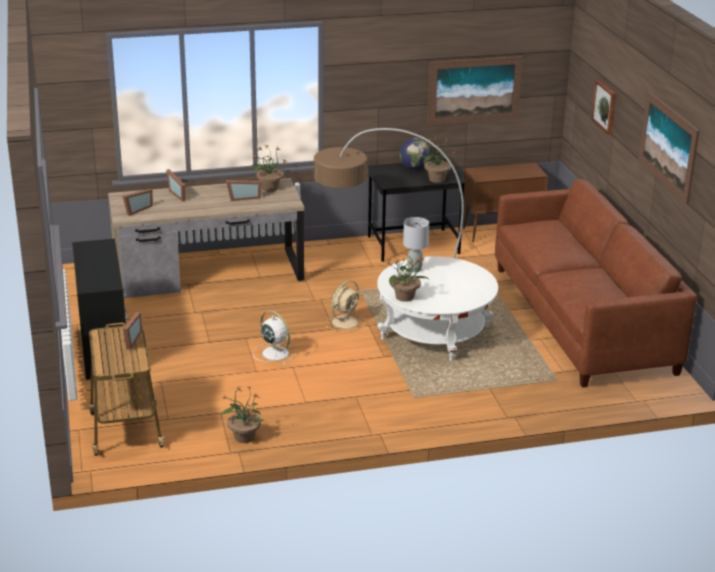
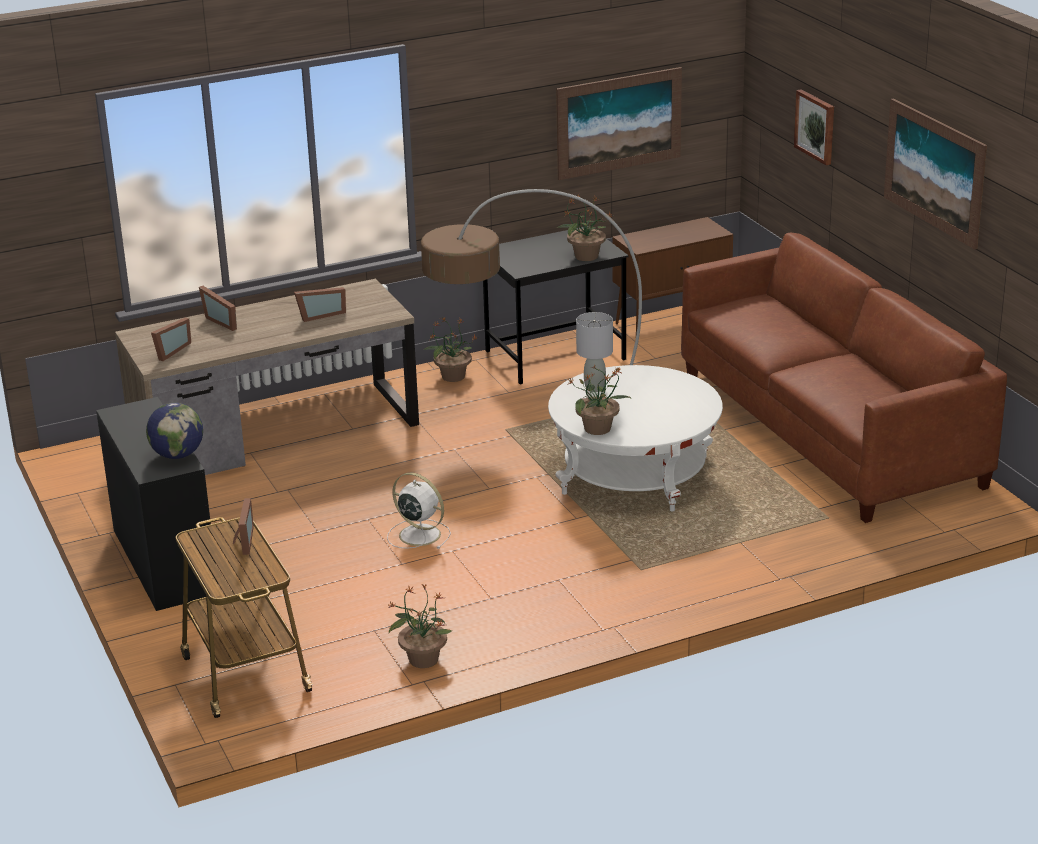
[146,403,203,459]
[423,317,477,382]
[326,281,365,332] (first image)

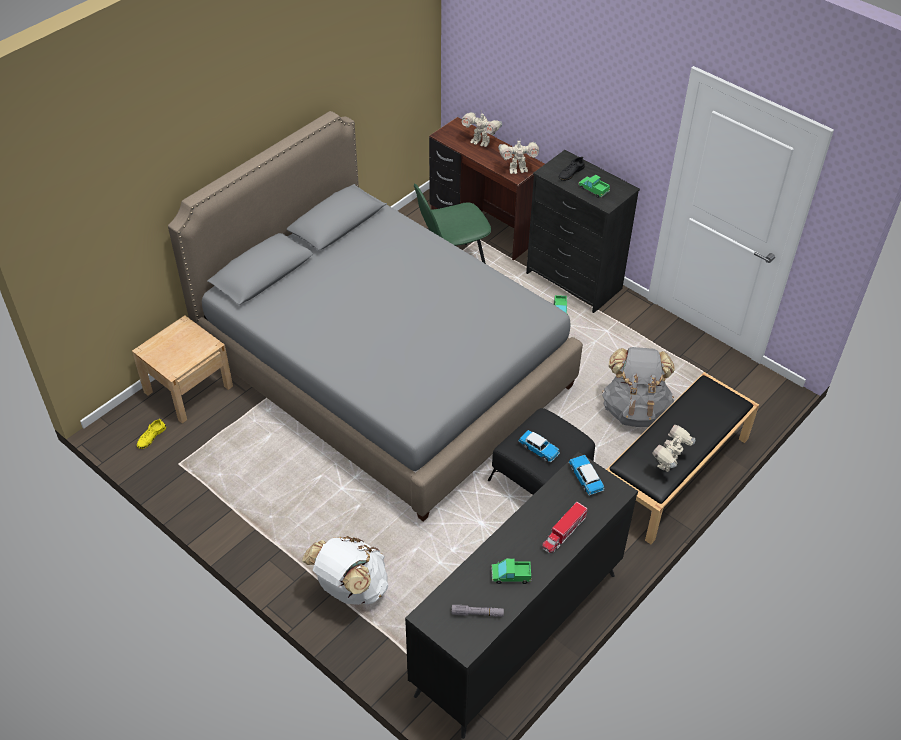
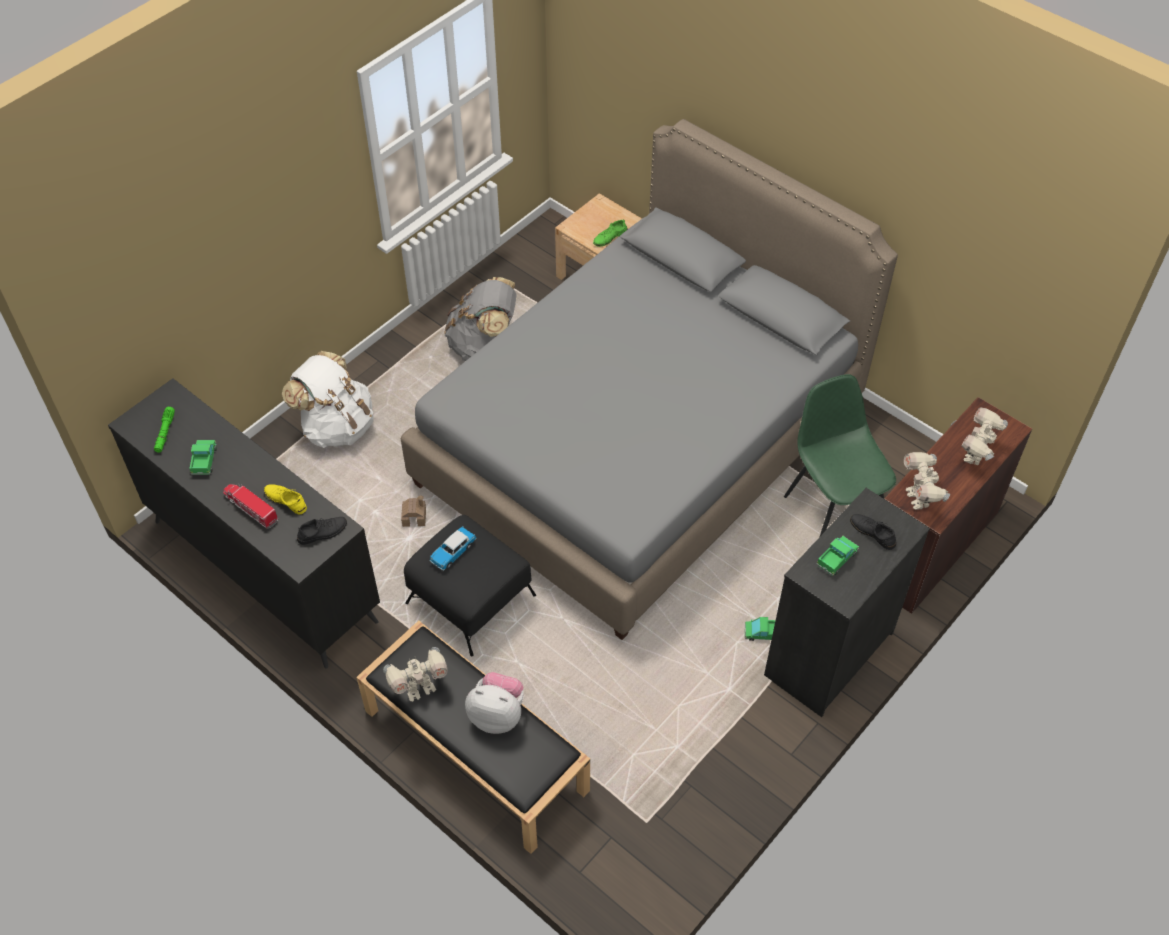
[444,277,517,361]
[264,484,307,514]
[383,647,448,702]
[297,517,347,545]
[154,407,175,453]
[593,219,628,247]
[401,495,426,527]
[465,672,524,734]

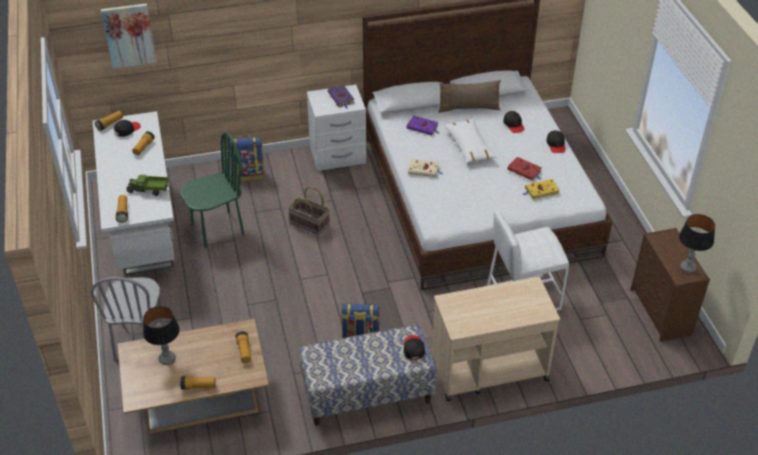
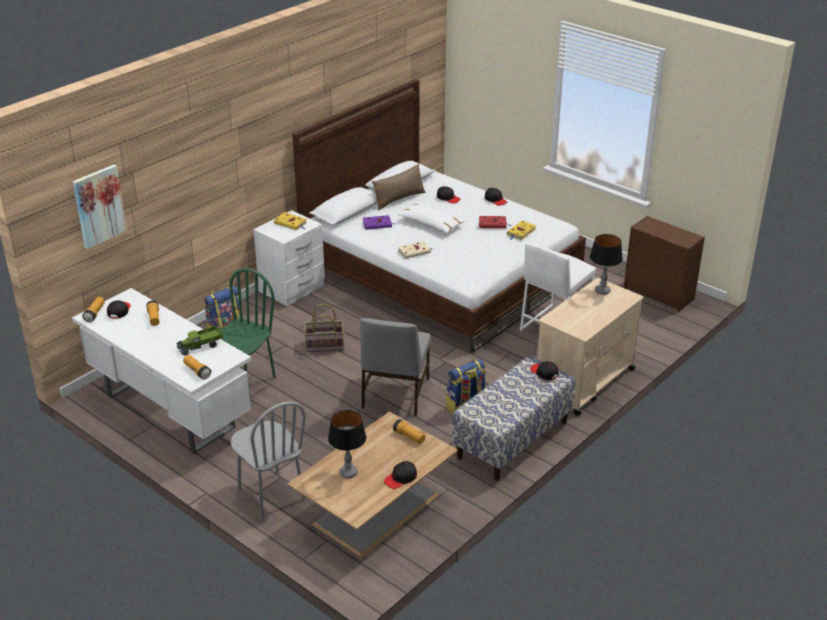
[274,212,307,230]
[590,234,623,295]
[384,461,417,489]
[360,318,431,416]

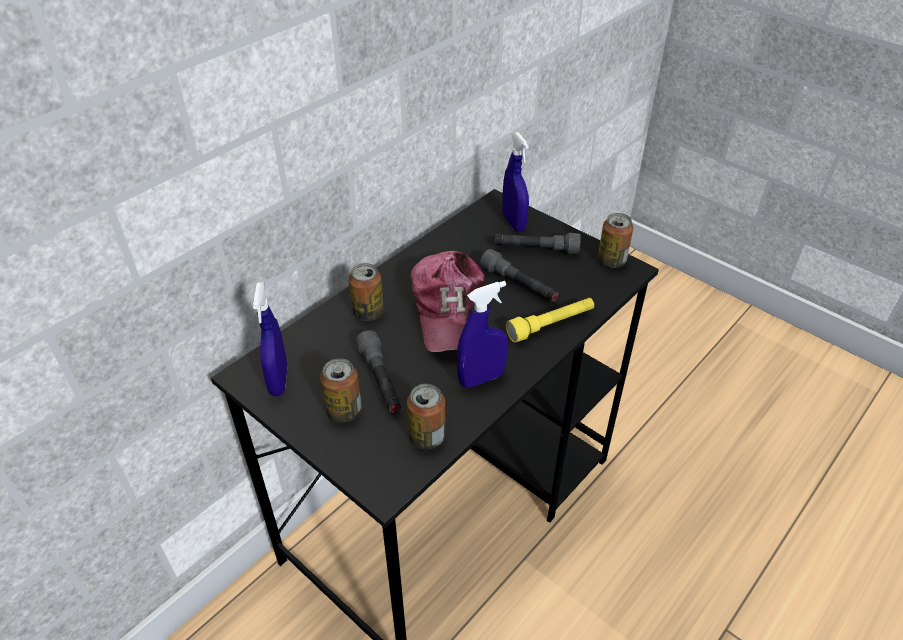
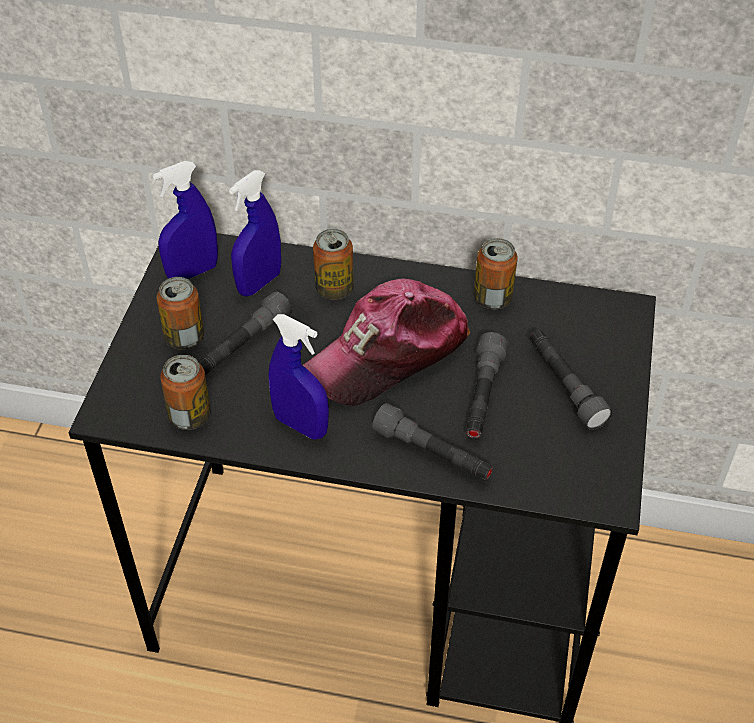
[229,170,281,296]
[474,238,518,309]
[372,403,494,480]

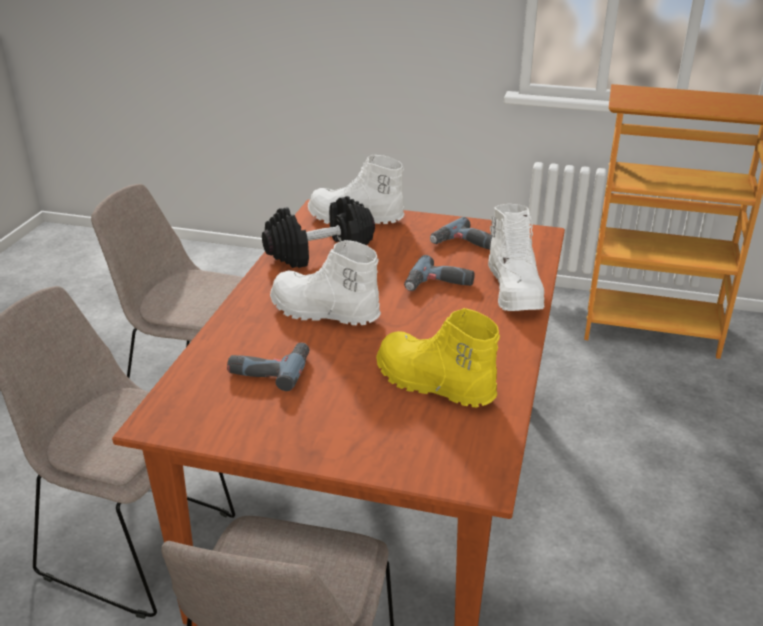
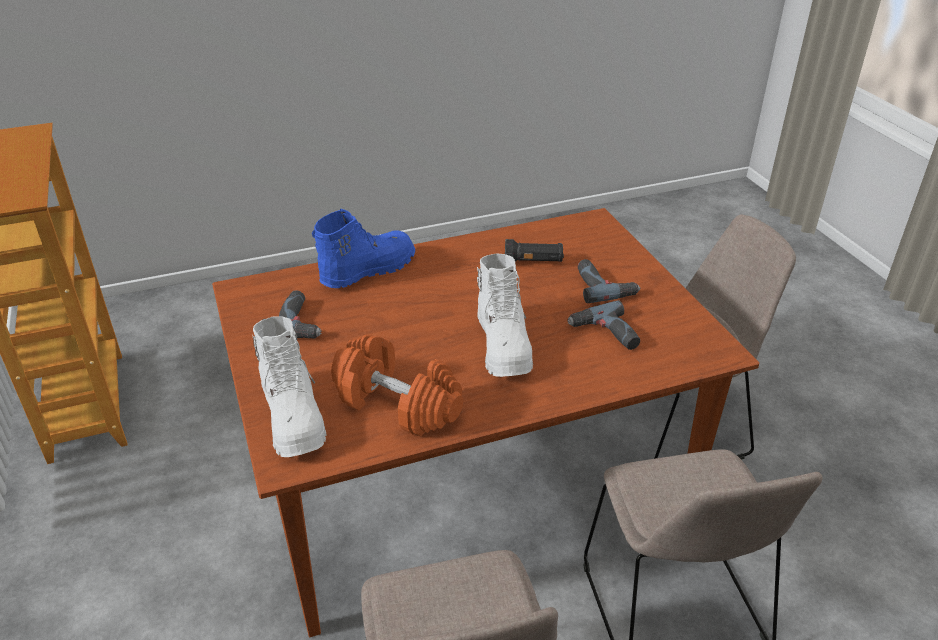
[331,335,463,436]
[312,209,415,288]
[578,259,640,303]
[505,239,564,262]

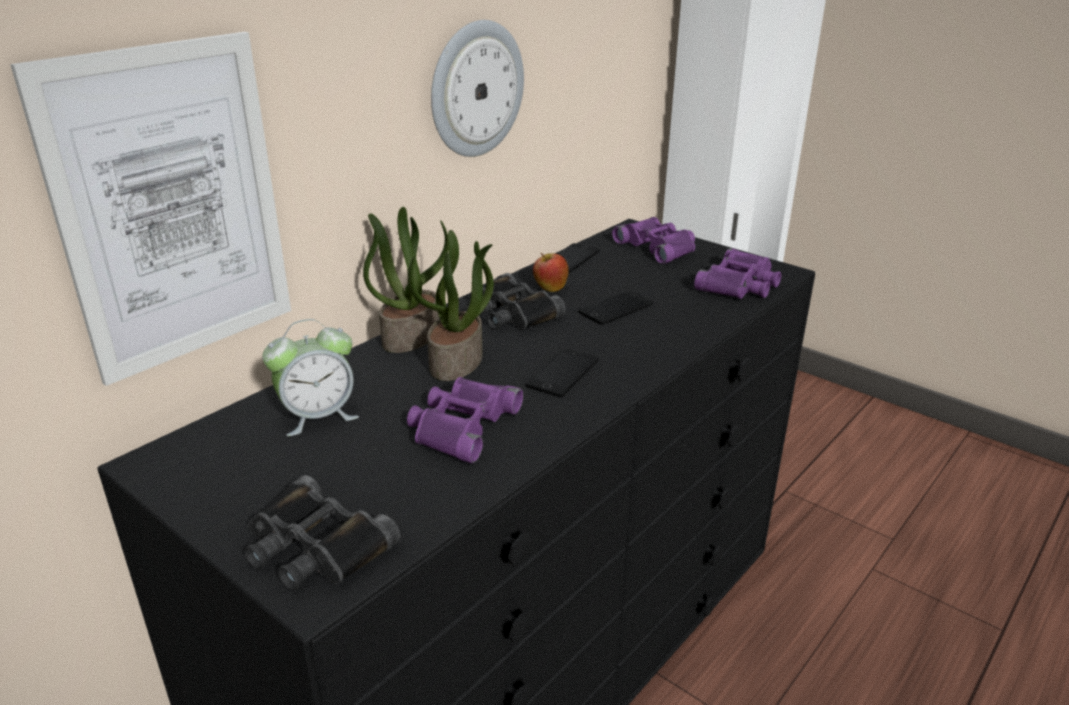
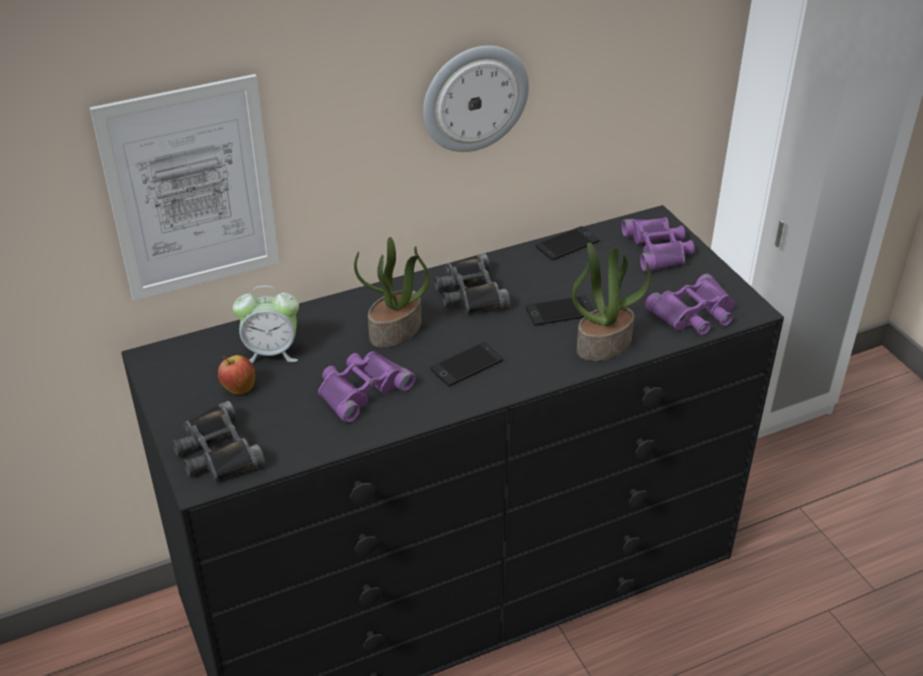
[572,243,651,361]
[218,355,255,394]

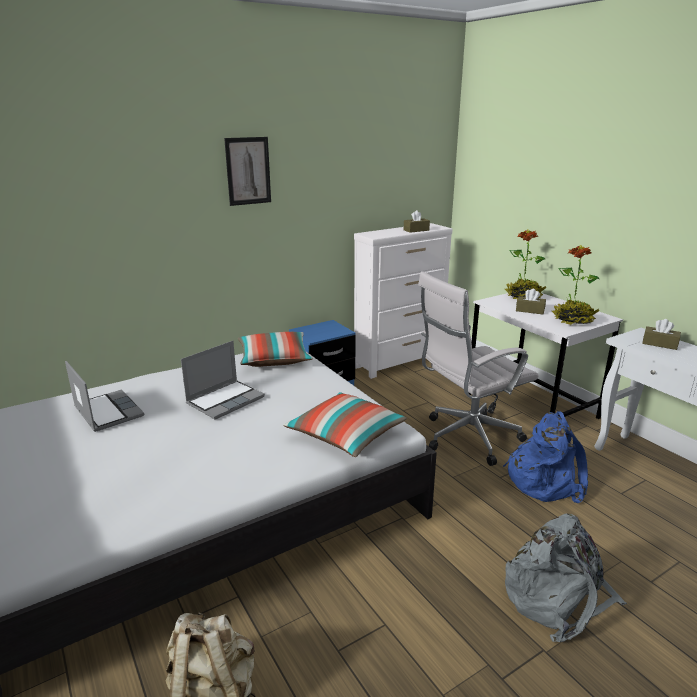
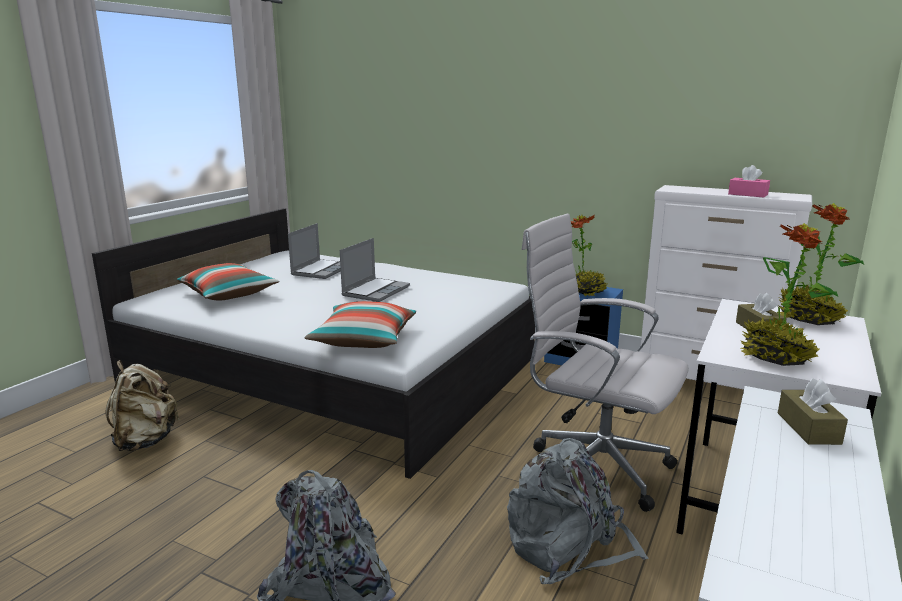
[224,137,271,206] (first image)
[728,165,770,197]
[176,263,279,300]
[340,238,410,302]
[507,438,649,584]
[571,214,608,296]

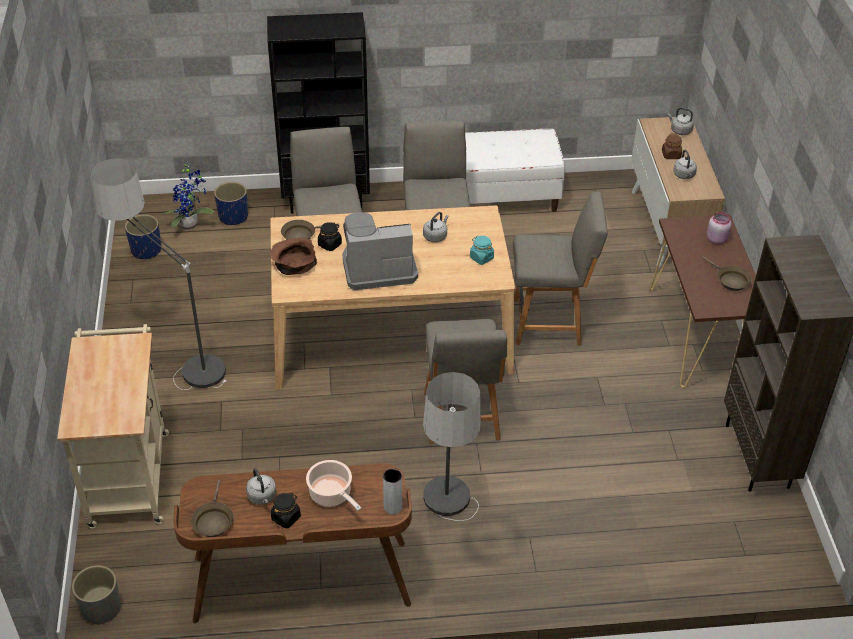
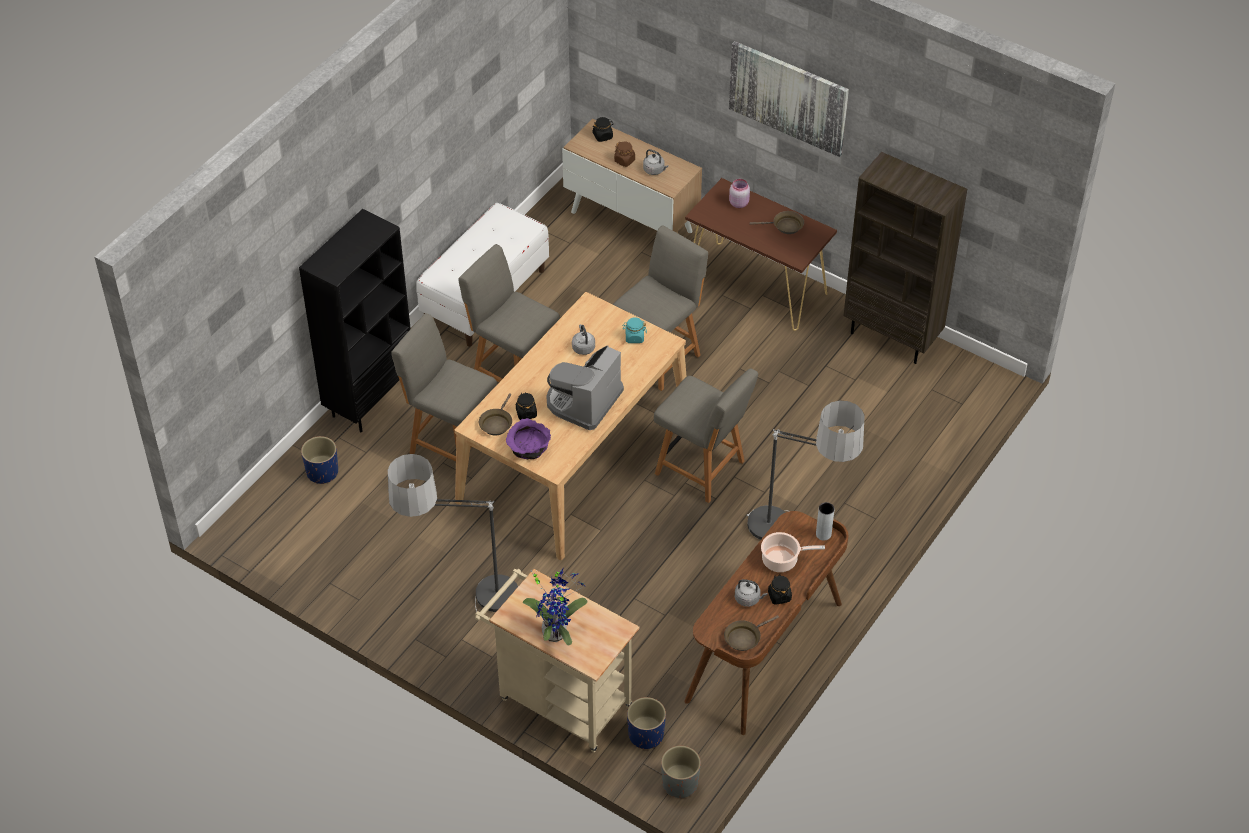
[592,117,614,142]
[523,568,587,645]
[627,697,666,749]
[506,418,551,459]
[724,615,779,651]
[729,41,849,157]

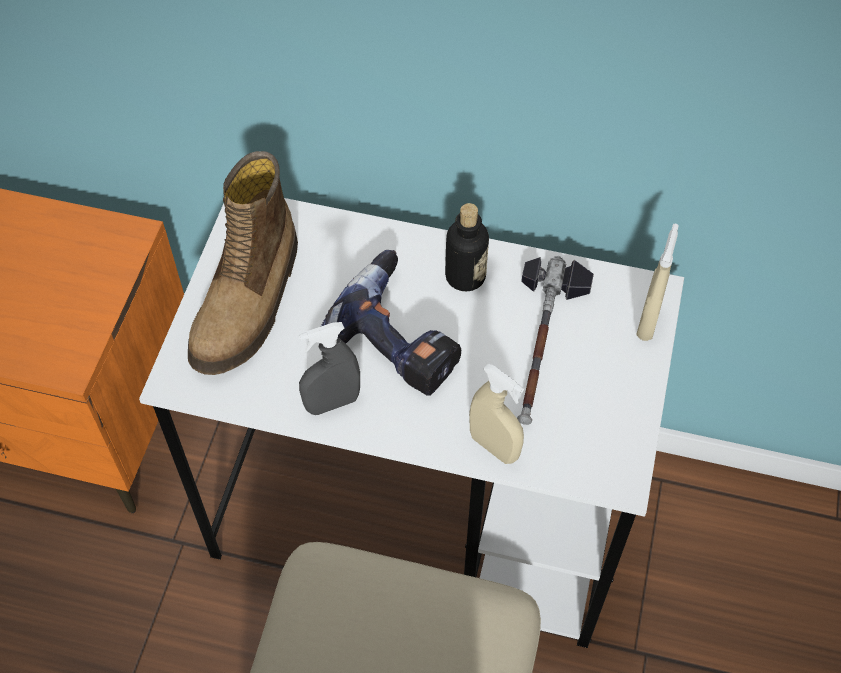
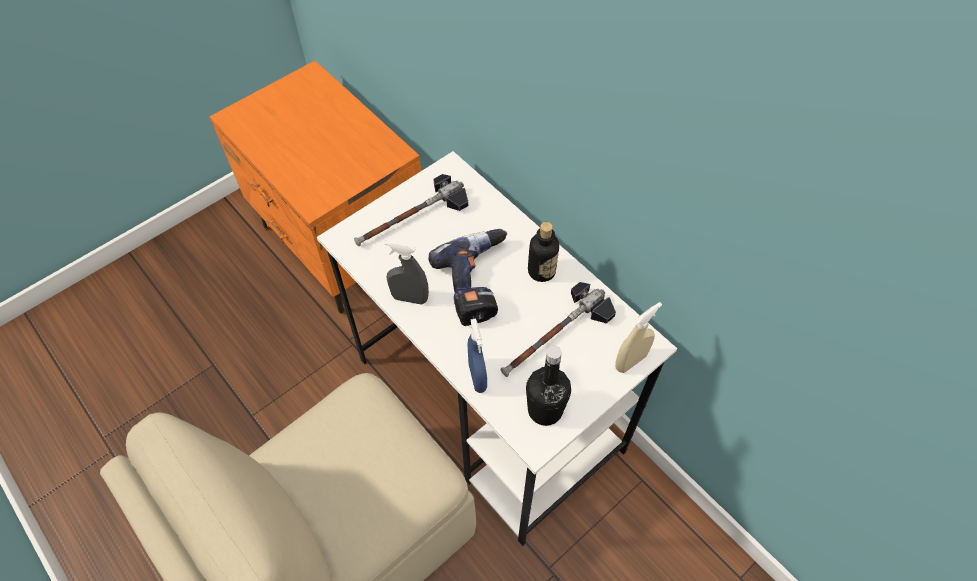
[354,174,468,246]
[468,319,487,393]
[526,346,571,426]

